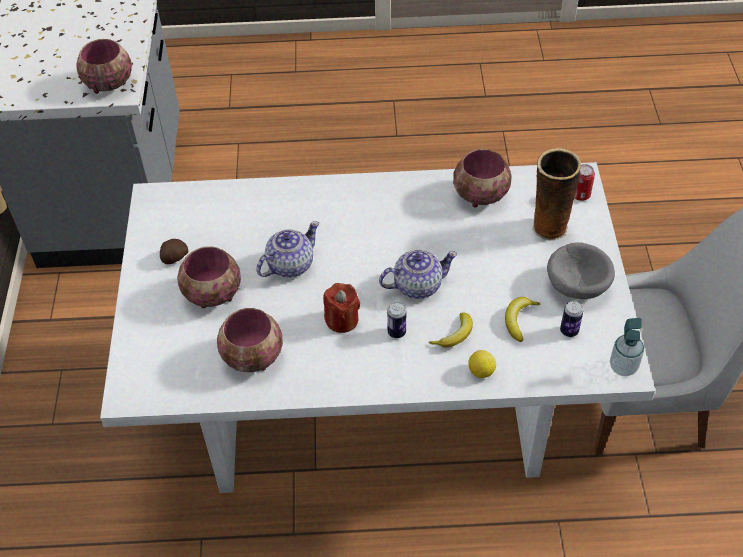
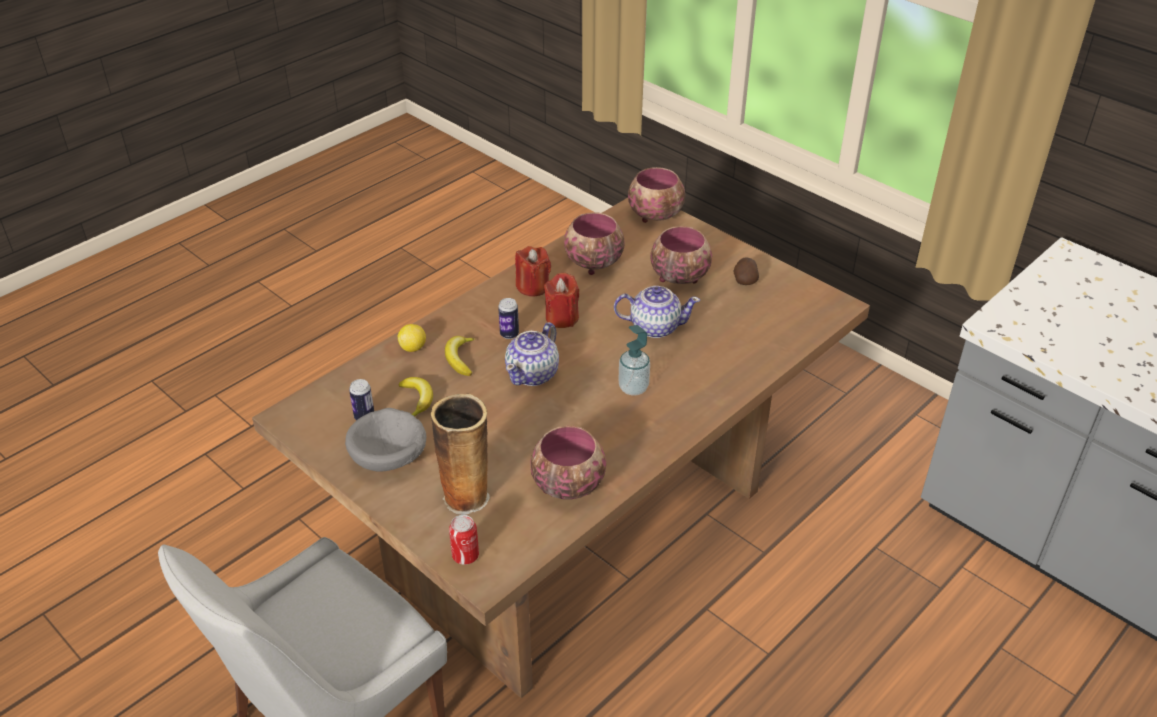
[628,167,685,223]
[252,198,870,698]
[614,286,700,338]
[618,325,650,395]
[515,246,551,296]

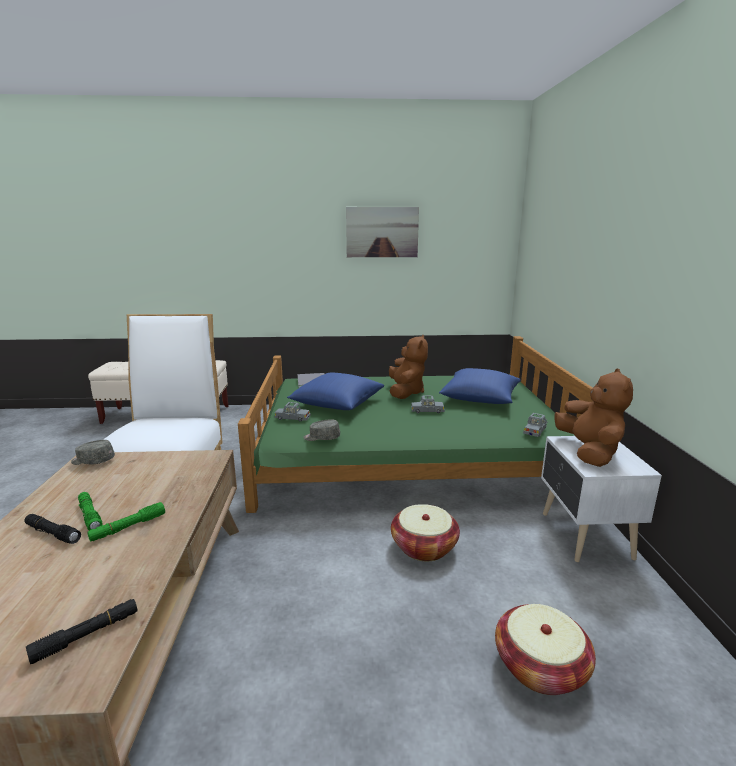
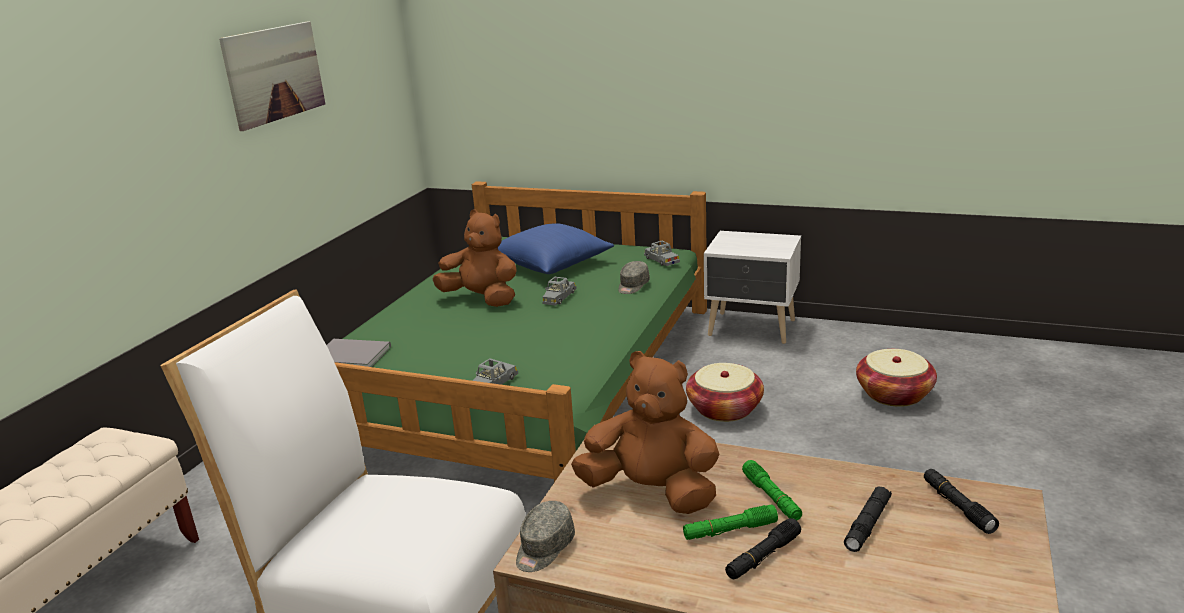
[571,351,719,514]
[287,372,384,410] (first image)
[618,261,650,294]
[844,487,892,552]

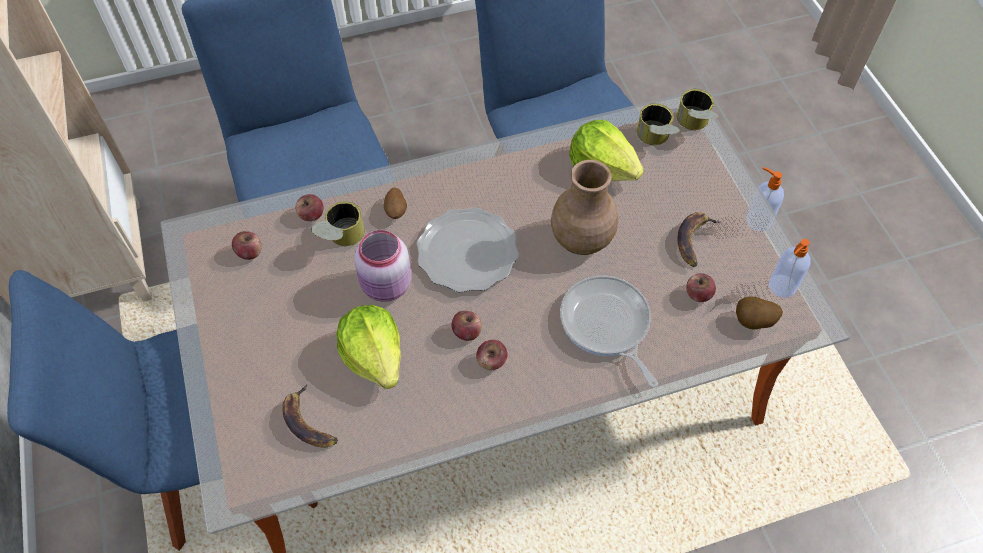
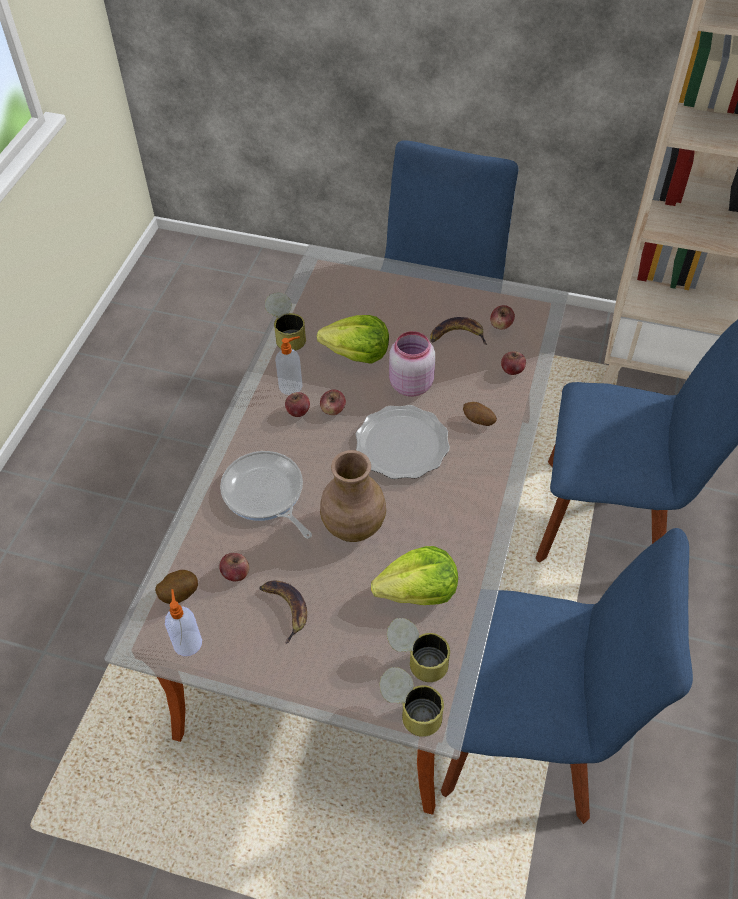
[275,336,303,395]
[265,292,306,351]
[220,451,312,539]
[430,317,487,345]

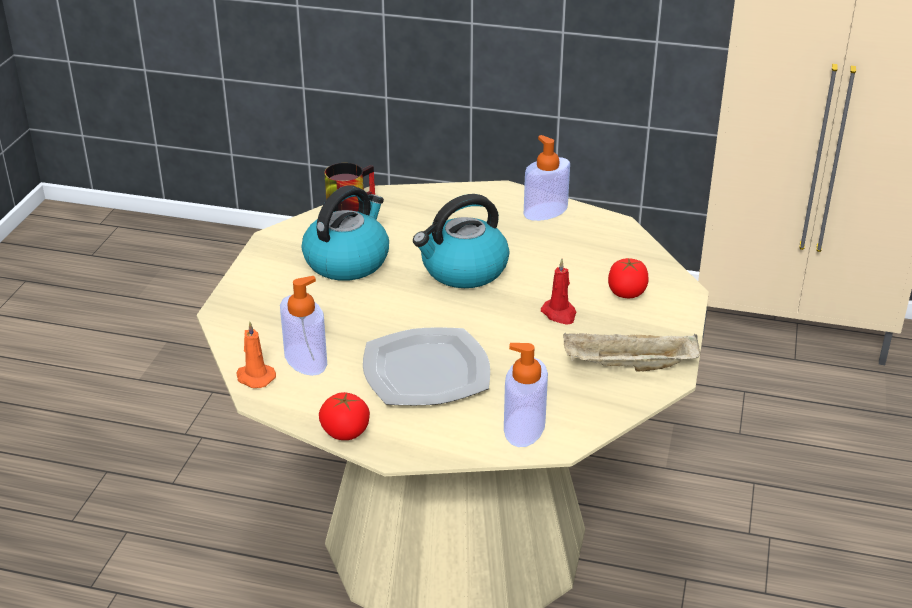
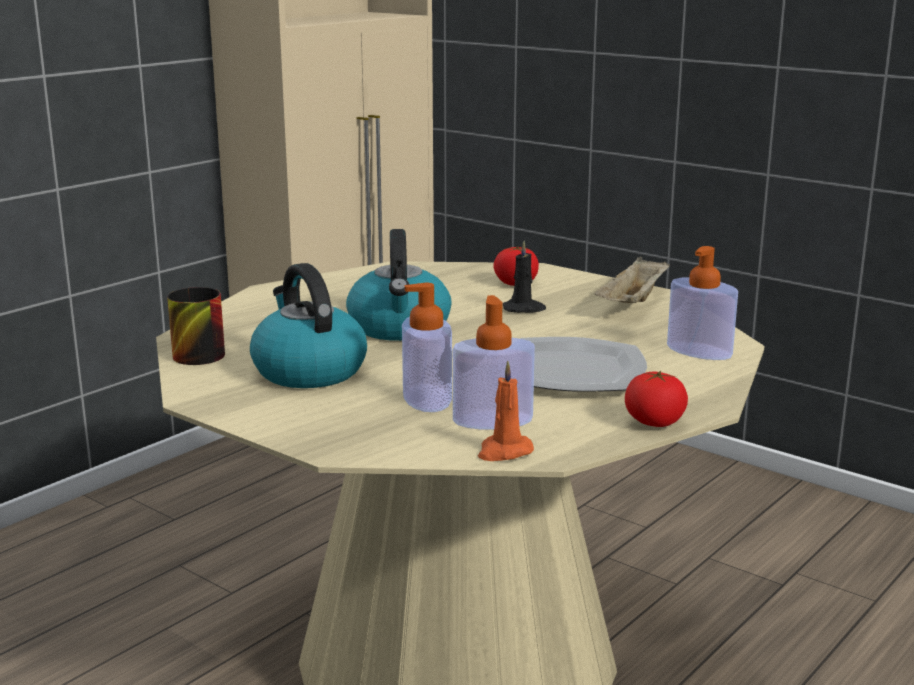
[402,283,452,412]
[503,241,546,313]

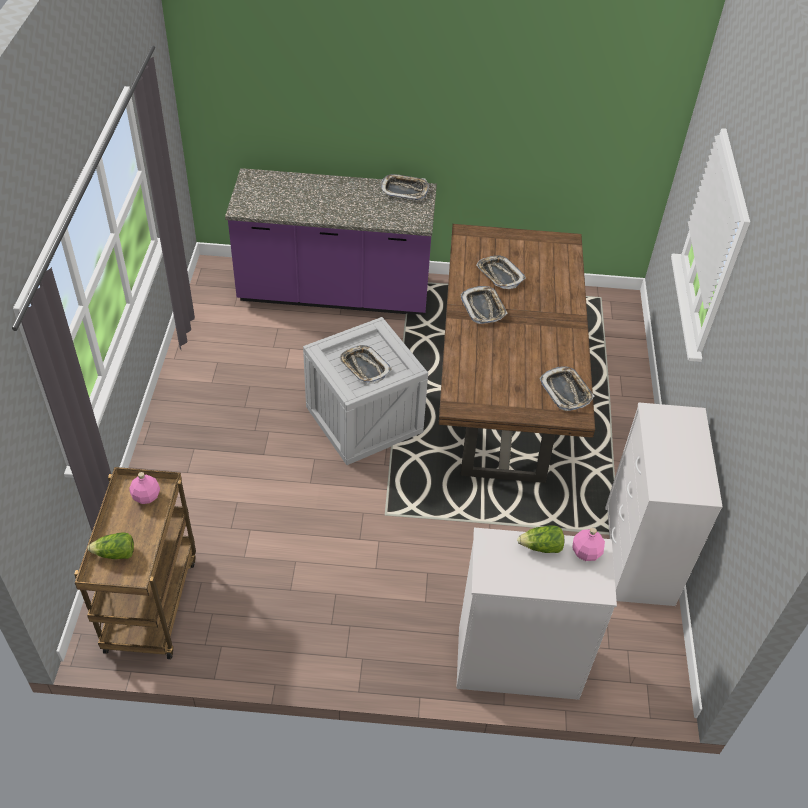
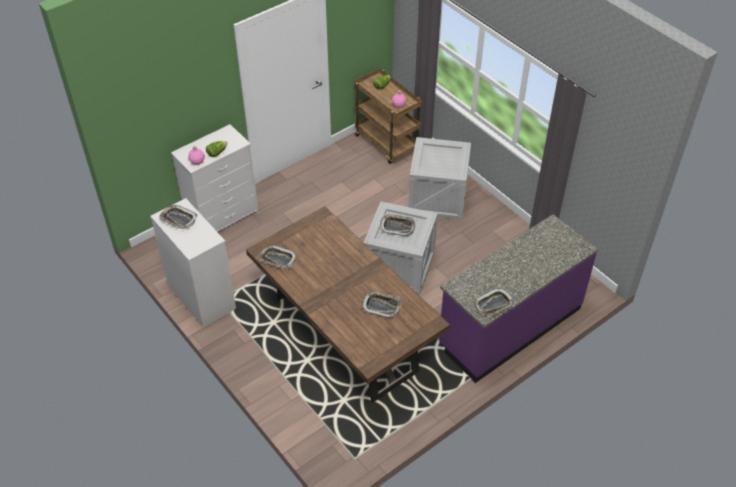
[159,205,197,229]
[408,137,471,220]

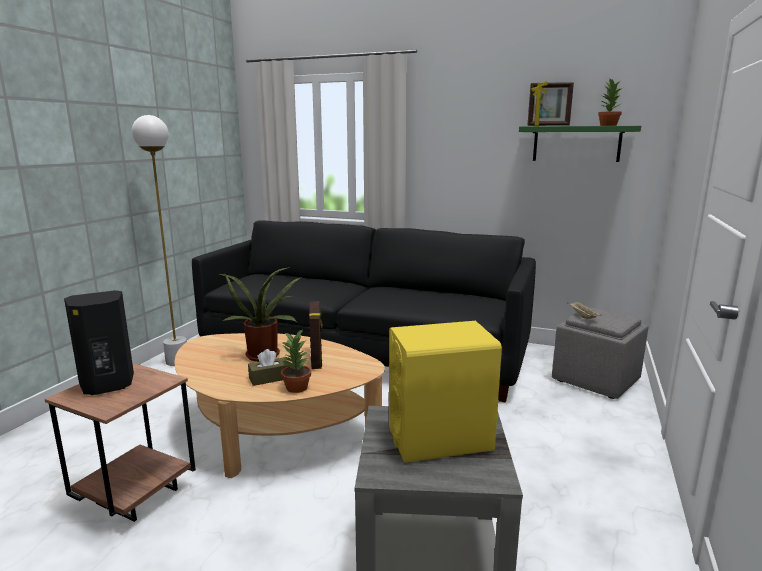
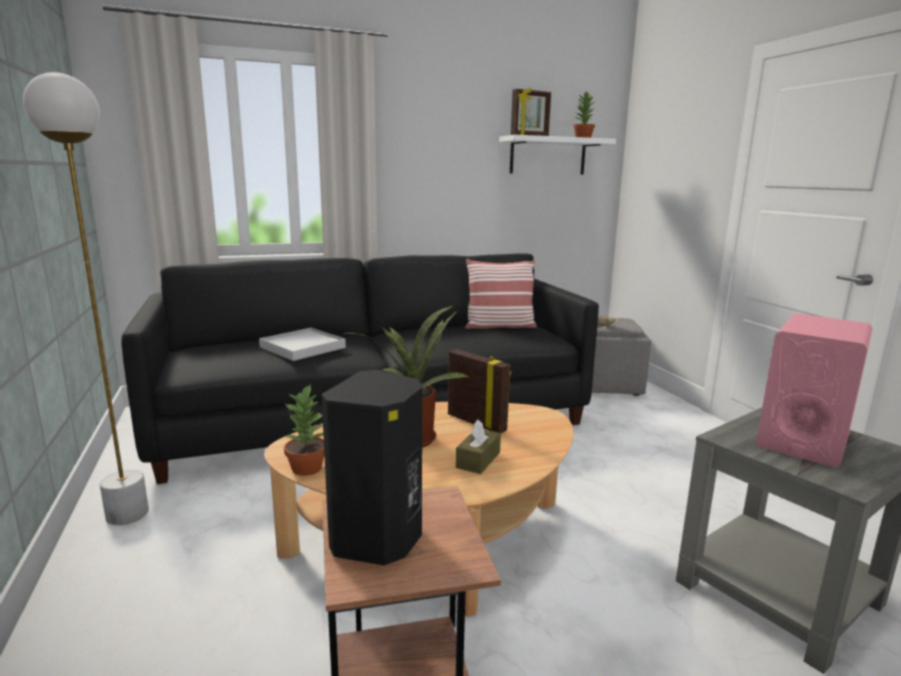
[499,135,616,175]
[756,313,873,467]
[284,385,324,476]
[465,259,537,329]
[259,328,346,361]

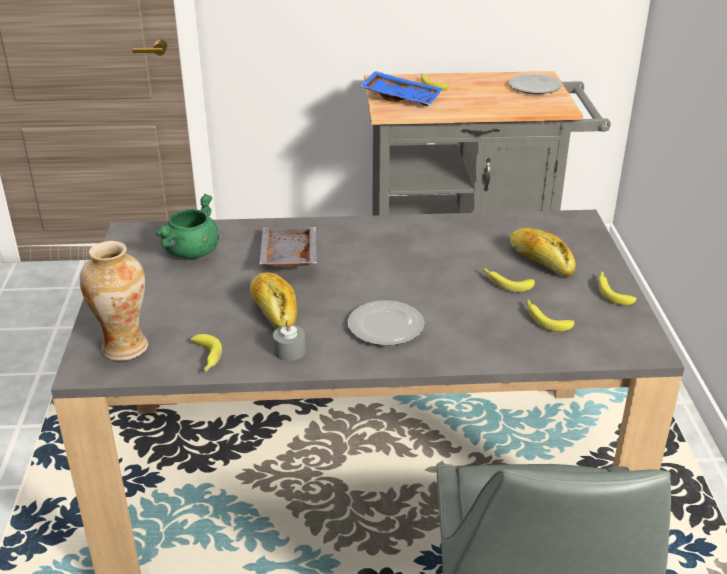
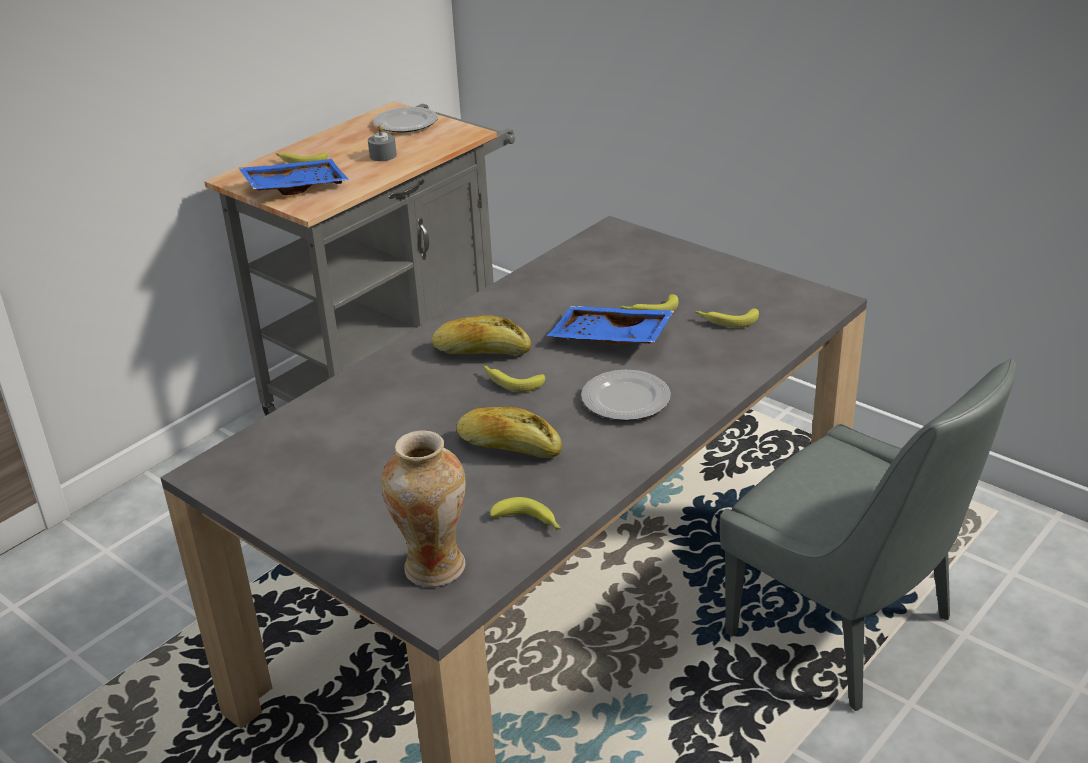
[155,194,219,259] (first image)
[259,227,317,267] (first image)
[431,315,531,355]
[482,366,545,392]
[368,125,397,161]
[547,306,675,344]

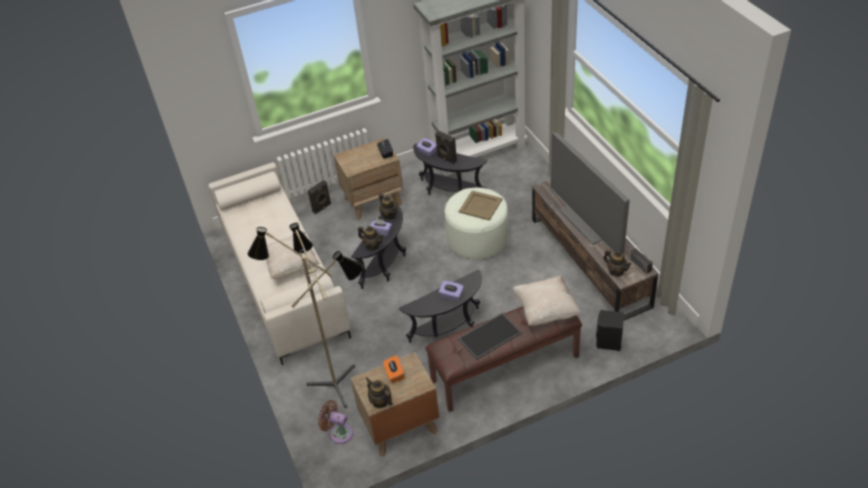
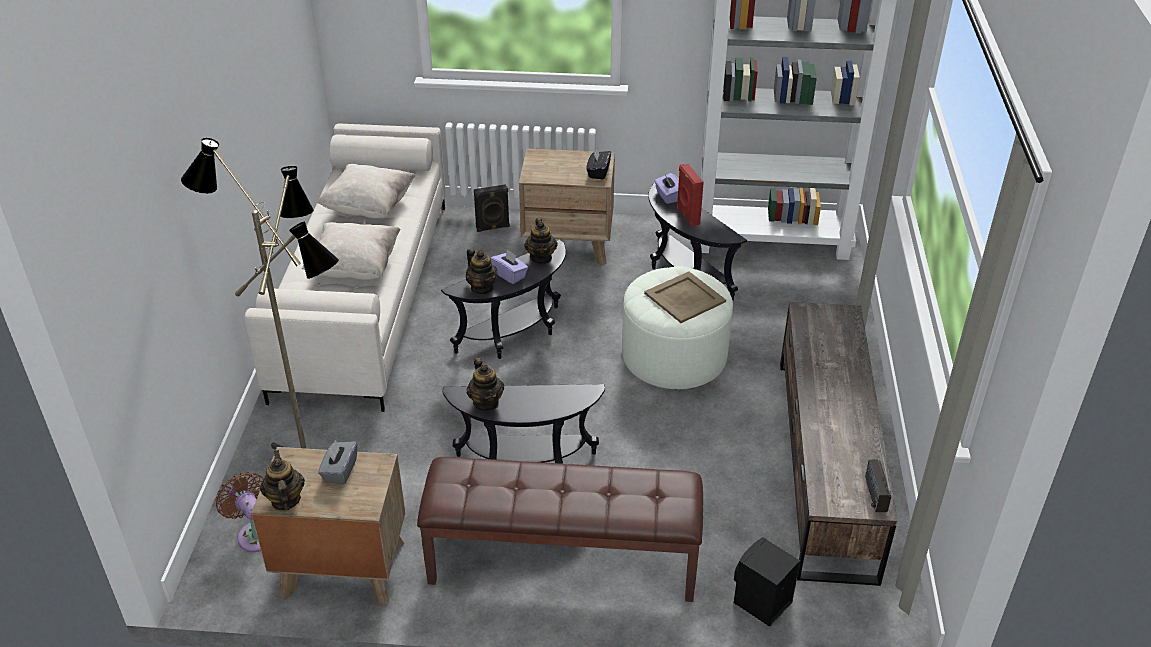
[676,164,704,227]
[551,133,630,254] (first image)
[467,358,504,411]
[317,164,416,218]
[439,281,464,301] (first image)
[458,313,522,360] (first image)
[318,440,357,484]

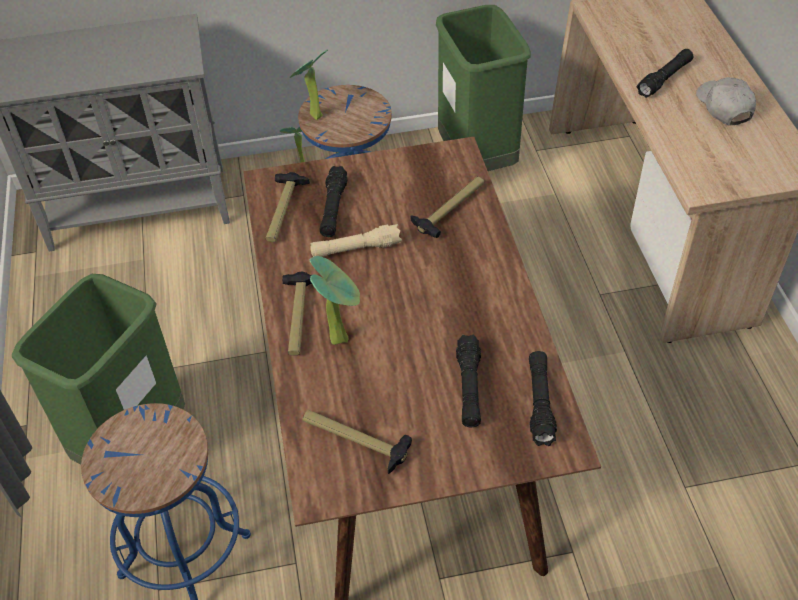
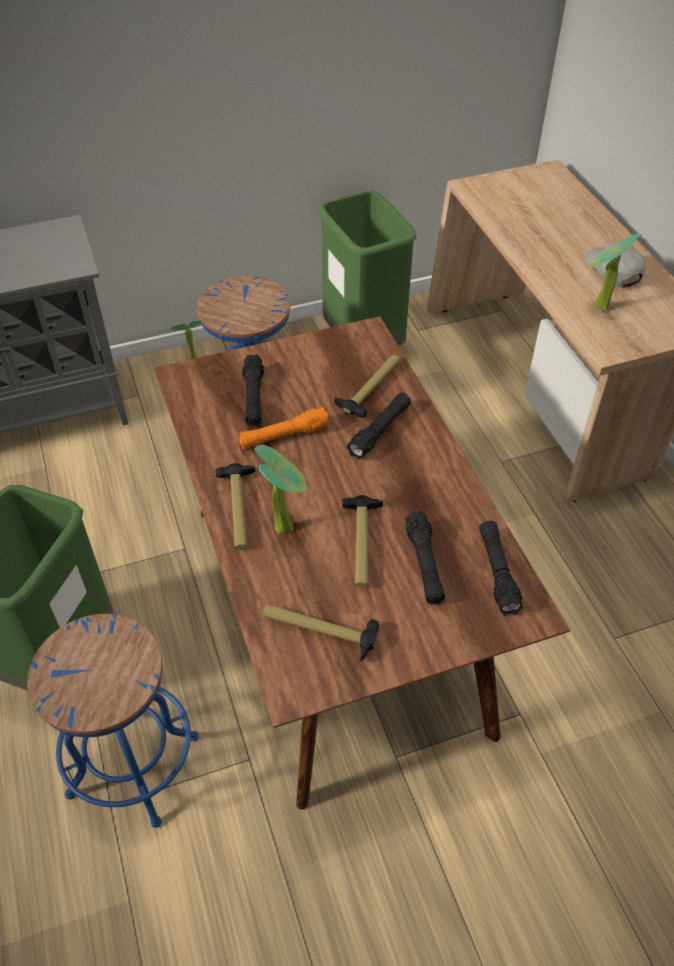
[589,233,641,311]
[346,393,411,460]
[342,495,383,587]
[239,407,330,449]

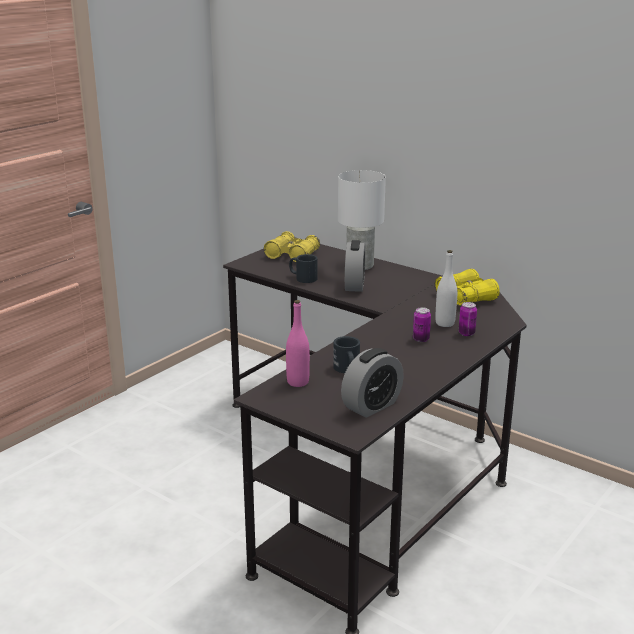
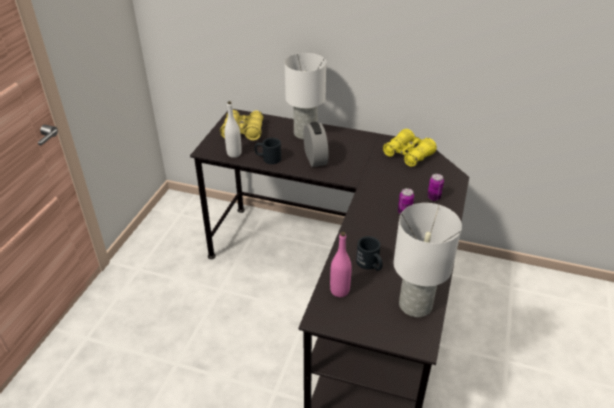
[224,101,242,158]
[394,203,462,317]

